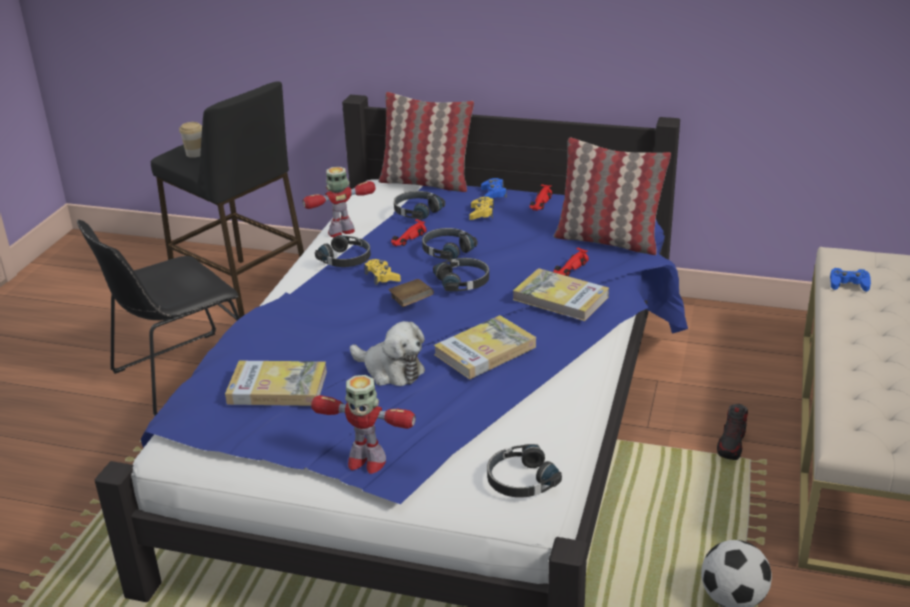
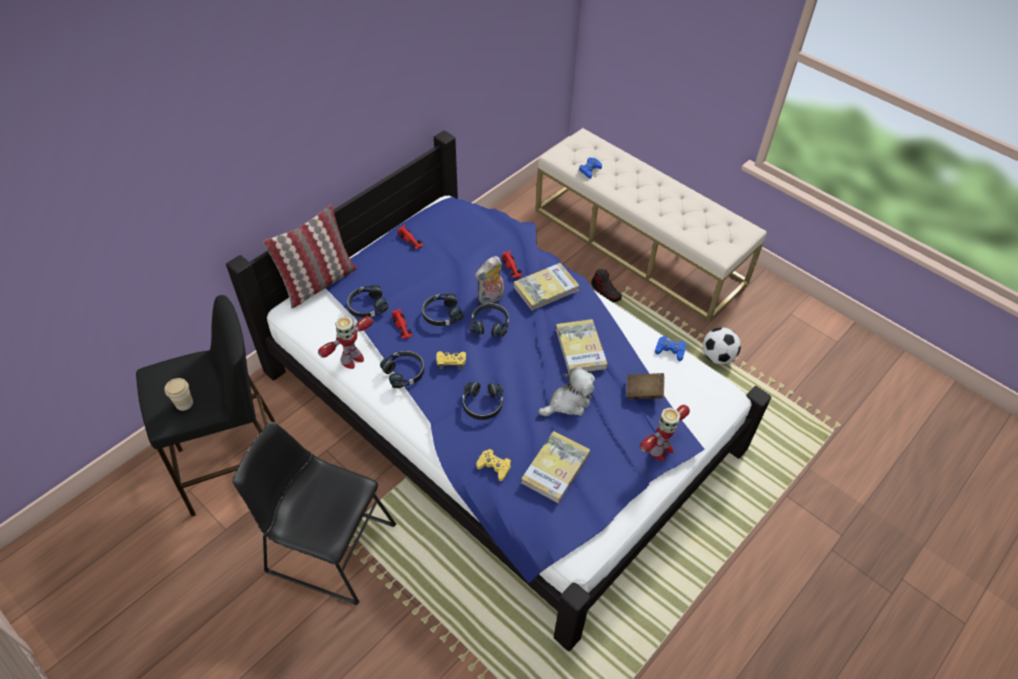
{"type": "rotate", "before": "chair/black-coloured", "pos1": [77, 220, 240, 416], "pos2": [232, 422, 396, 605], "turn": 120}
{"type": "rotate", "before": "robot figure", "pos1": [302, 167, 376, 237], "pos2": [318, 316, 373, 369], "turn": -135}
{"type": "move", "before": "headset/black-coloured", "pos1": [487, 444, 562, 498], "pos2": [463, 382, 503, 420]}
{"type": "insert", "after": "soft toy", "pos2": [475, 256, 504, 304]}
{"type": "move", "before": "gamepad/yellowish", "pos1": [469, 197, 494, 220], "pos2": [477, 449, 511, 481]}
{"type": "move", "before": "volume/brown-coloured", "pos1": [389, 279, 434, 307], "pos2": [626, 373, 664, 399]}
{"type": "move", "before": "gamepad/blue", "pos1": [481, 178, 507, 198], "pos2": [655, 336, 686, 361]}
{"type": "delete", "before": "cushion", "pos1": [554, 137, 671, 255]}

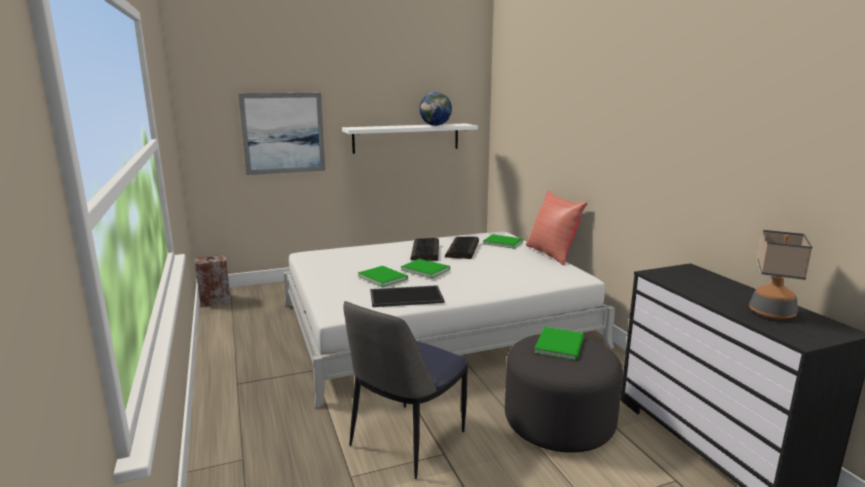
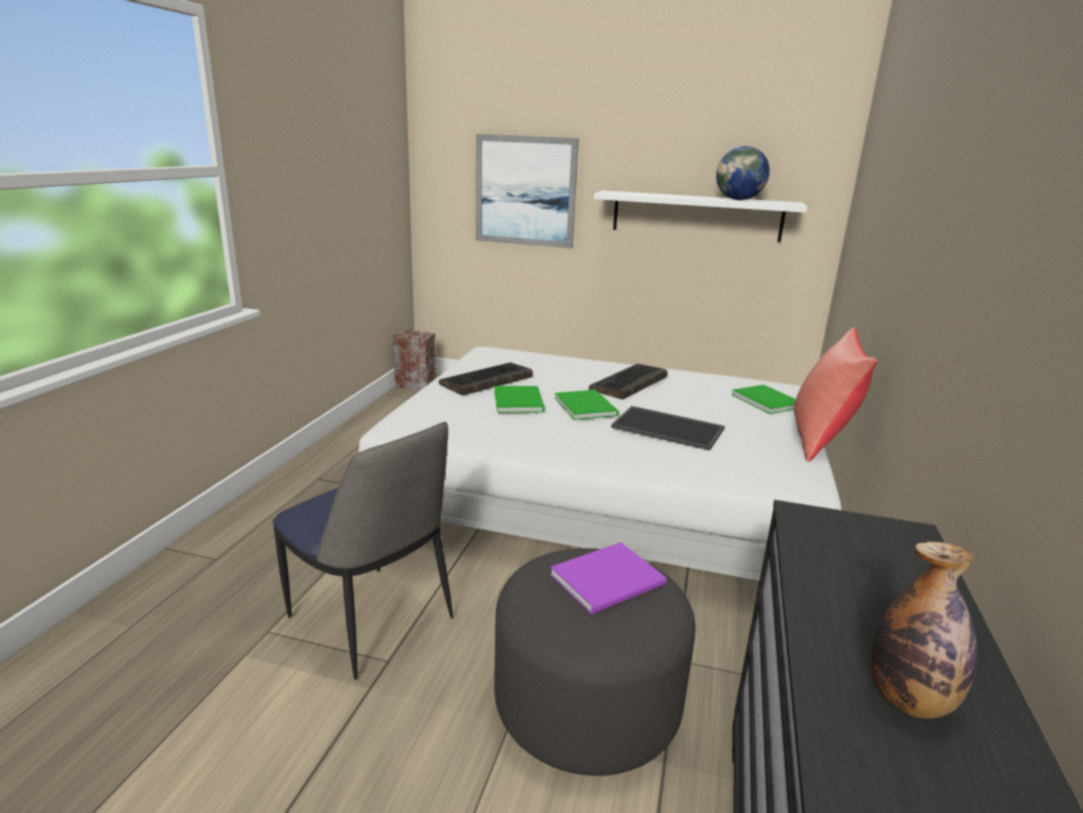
{"type": "rotate", "before": "chair", "pos1": [343, 301, 468, 479], "pos2": [272, 422, 453, 680], "turn": -120}
{"type": "move", "before": "keyboard", "pos1": [445, 237, 479, 259], "pos2": [439, 362, 533, 396]}
{"type": "recolor", "before": "volume/green", "after": "volume/purple", "pos1": [534, 327, 584, 361], "pos2": [550, 542, 666, 614]}
{"type": "move", "before": "tray", "pos1": [370, 285, 444, 307], "pos2": [611, 406, 725, 451]}
{"type": "replace", "before": "lamp for a table", "after": "beverage bottle", "pos1": [749, 230, 812, 319], "pos2": [872, 541, 977, 719]}

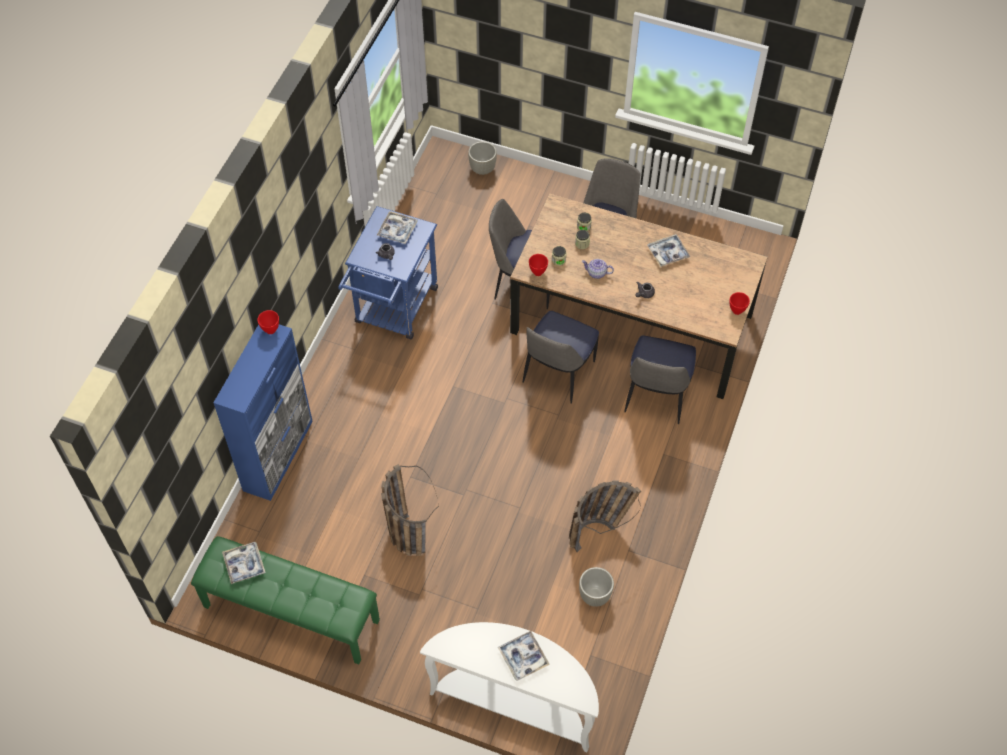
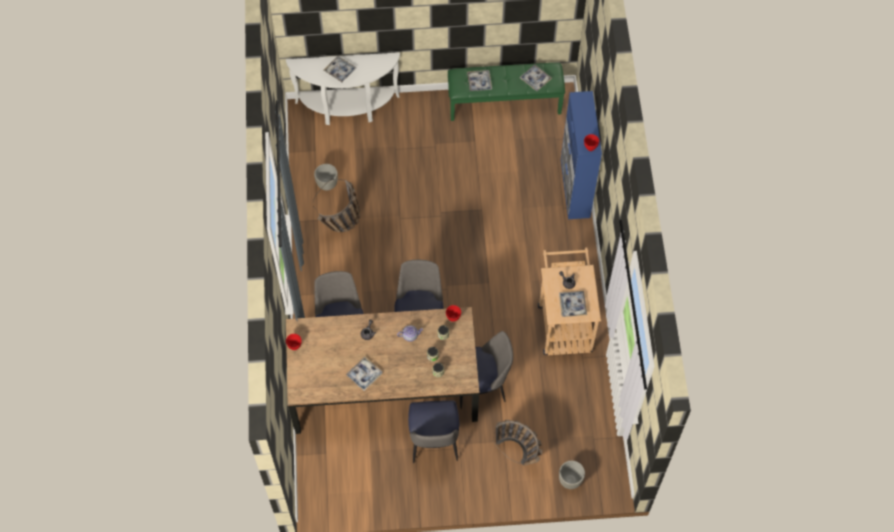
{"type": "insert", "after": "tray", "pos2": [467, 70, 492, 91]}
{"type": "move", "before": "storage basket", "pos1": [381, 464, 439, 556], "pos2": [493, 420, 542, 466]}
{"type": "recolor", "before": "wheeled cart/blue", "after": "wheeled cart/sand-coloured", "pos1": [338, 206, 438, 340], "pos2": [538, 247, 601, 355]}

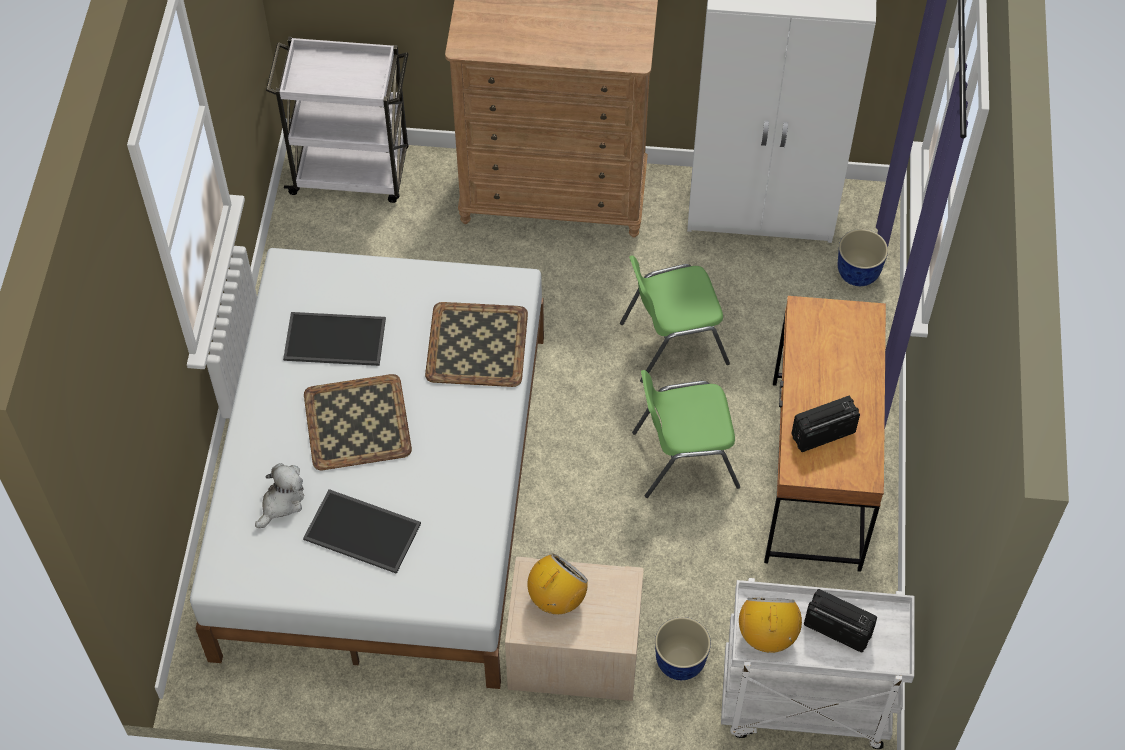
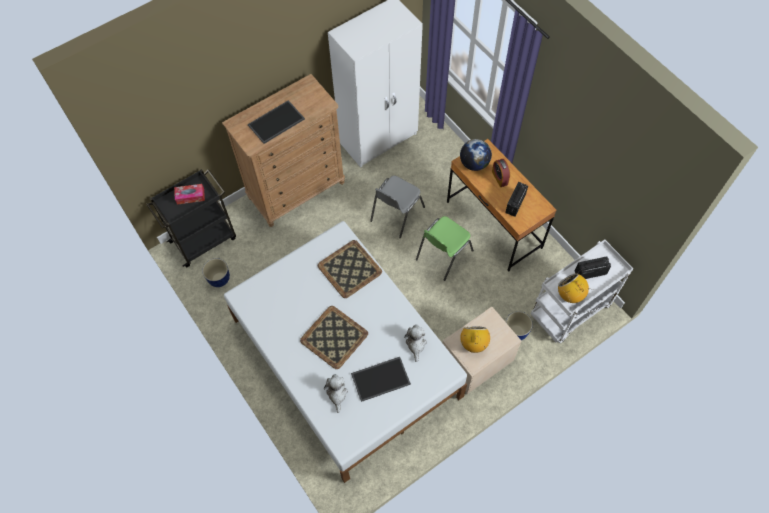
{"type": "recolor", "before": "wheeled cart/white", "after": "wheeled cart/black-coloured", "pos1": [266, 37, 409, 203], "pos2": [146, 169, 236, 267]}
{"type": "insert", "after": "box of tissues", "pos2": [174, 184, 205, 205]}
{"type": "move", "before": "plant pot", "pos1": [838, 229, 888, 286], "pos2": [202, 259, 230, 287]}
{"type": "move", "before": "tray", "pos1": [283, 312, 386, 366], "pos2": [248, 100, 305, 144]}
{"type": "recolor", "before": "chair/green", "after": "chair/grey", "pos1": [620, 255, 730, 383], "pos2": [370, 176, 425, 238]}
{"type": "insert", "after": "soft toy", "pos2": [404, 325, 427, 362]}
{"type": "insert", "after": "world globe", "pos2": [460, 139, 492, 171]}
{"type": "insert", "after": "alarm clock", "pos2": [492, 159, 510, 187]}

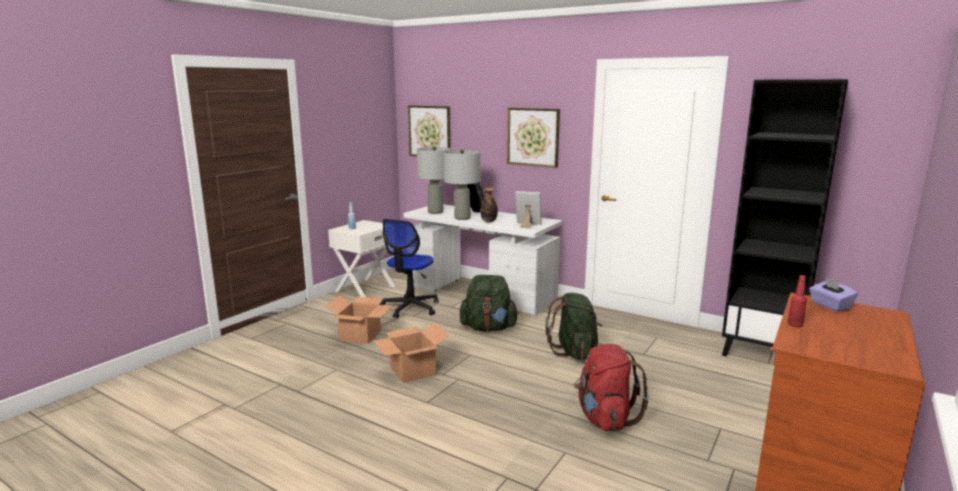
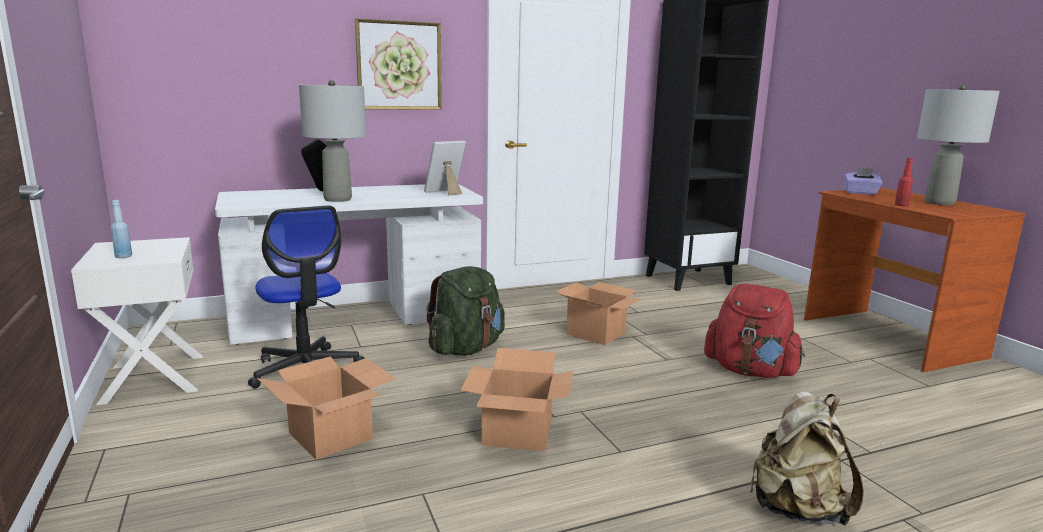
{"type": "replace", "before": "knapsack/green", "after": "carton", "pos1": [546, 293, 603, 360], "pos2": [556, 282, 641, 345]}
{"type": "insert", "after": "knapsack/sand-coloured", "pos2": [749, 391, 864, 525]}
{"type": "move", "before": "lamp for a table/grey", "pos1": [417, 146, 452, 214], "pos2": [917, 85, 1000, 205]}
{"type": "delete", "before": "wall art", "pos1": [408, 105, 451, 157]}
{"type": "delete", "before": "beverage bottle", "pos1": [480, 188, 498, 222]}

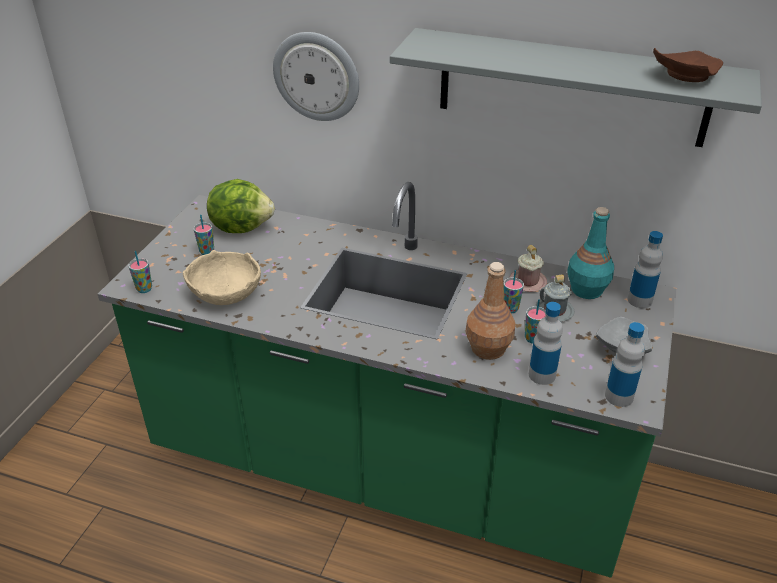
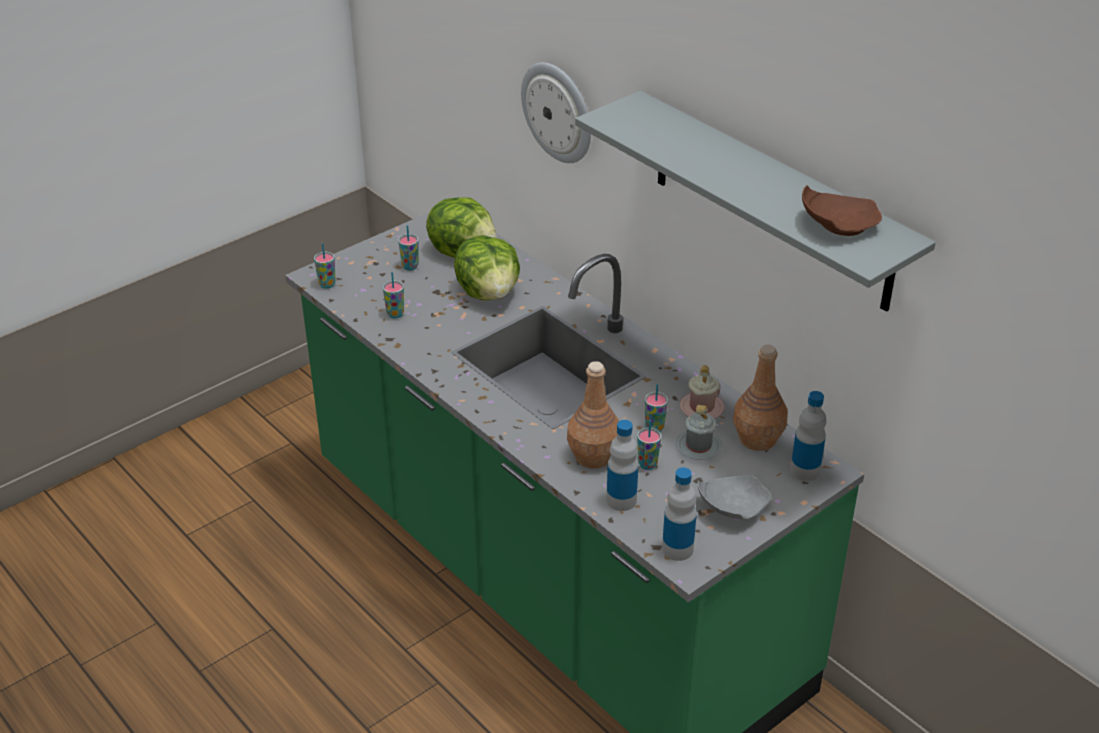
{"type": "replace", "before": "deep dish/sand-coloured", "after": "cup", "pos1": [183, 250, 261, 305], "pos2": [383, 272, 404, 318]}
{"type": "insert", "after": "lettuce head", "pos2": [454, 235, 520, 300]}
{"type": "recolor", "before": "beverage bottle/turquoise", "after": "beverage bottle/brown-coloured", "pos1": [567, 207, 614, 299], "pos2": [733, 345, 788, 451]}

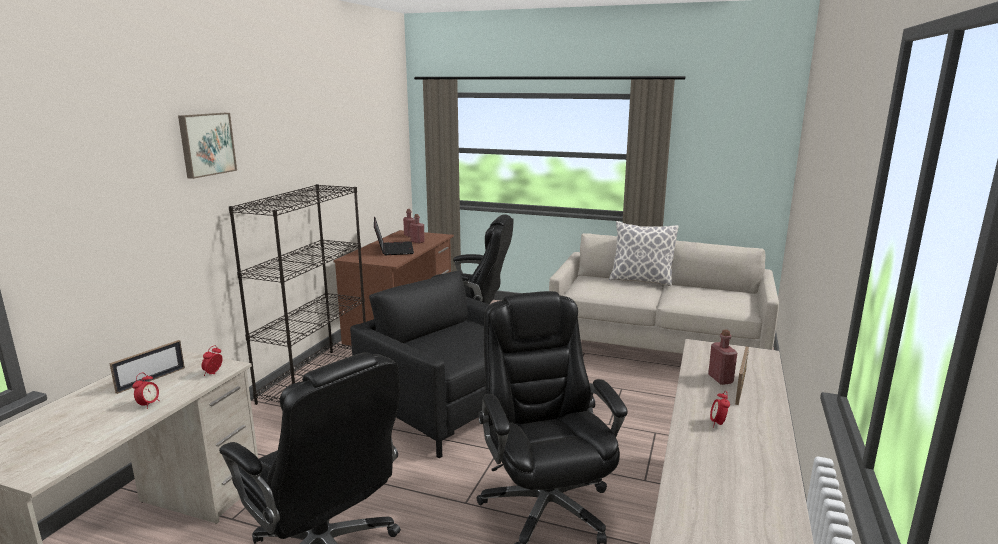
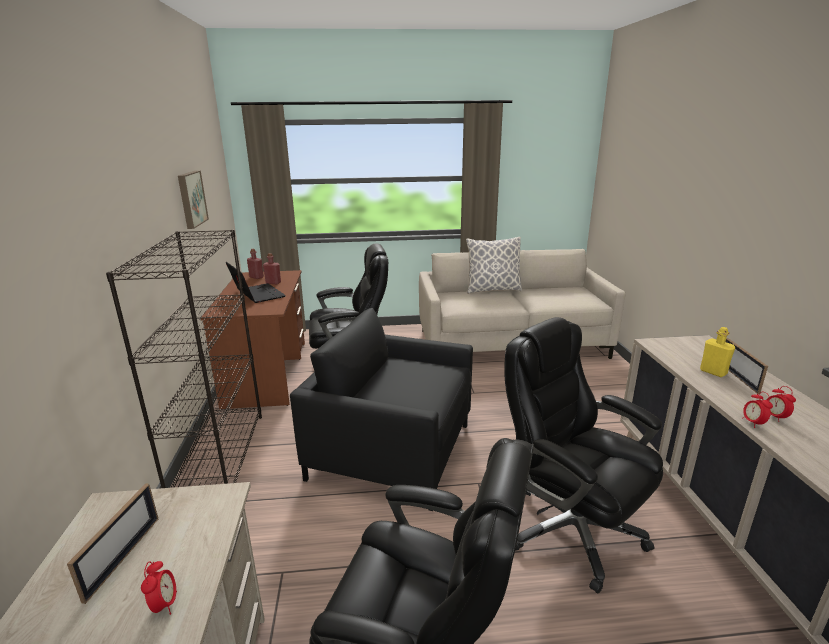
{"type": "move", "before": "wall art", "pos1": [178, 113, 237, 179], "pos2": [178, 171, 209, 229]}
{"type": "recolor", "before": "beverage bottle/reddish", "after": "beverage bottle/yellowish", "pos1": [708, 330, 738, 385], "pos2": [700, 327, 735, 377]}
{"type": "move", "before": "alarm clock", "pos1": [201, 345, 223, 376], "pos2": [742, 392, 773, 428]}

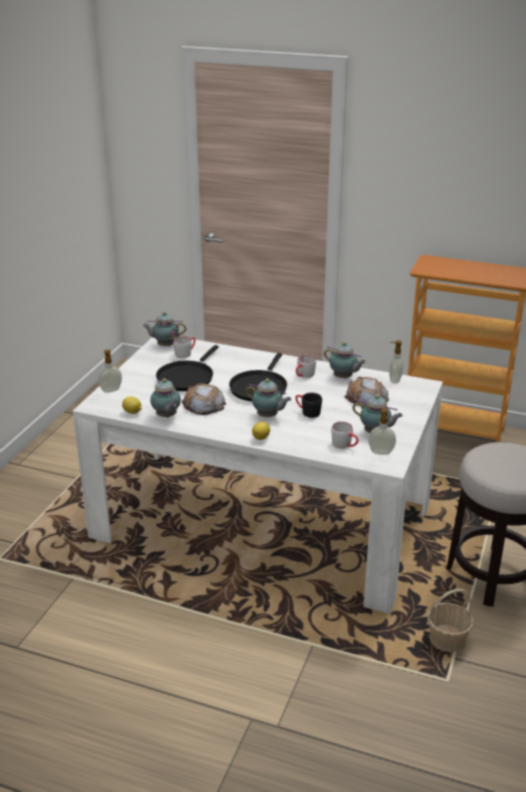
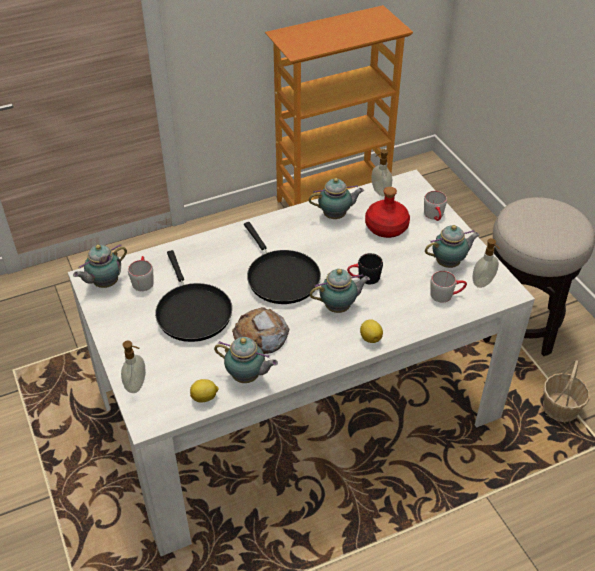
{"type": "replace", "before": "bakery bread", "after": "beverage bottle/reddish", "pos1": [344, 377, 389, 406], "pos2": [365, 187, 410, 238]}
{"type": "move", "before": "coffee mug/grey", "pos1": [296, 355, 316, 378], "pos2": [424, 191, 447, 221]}

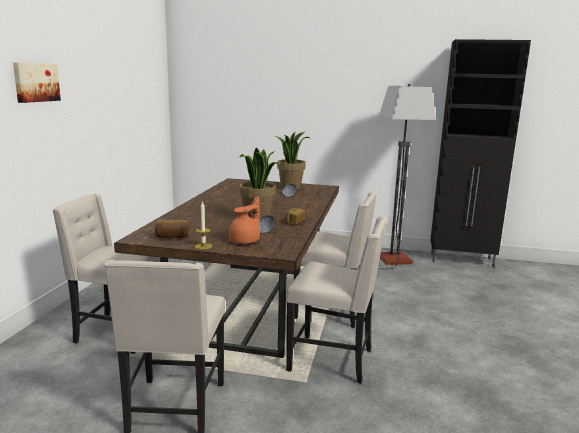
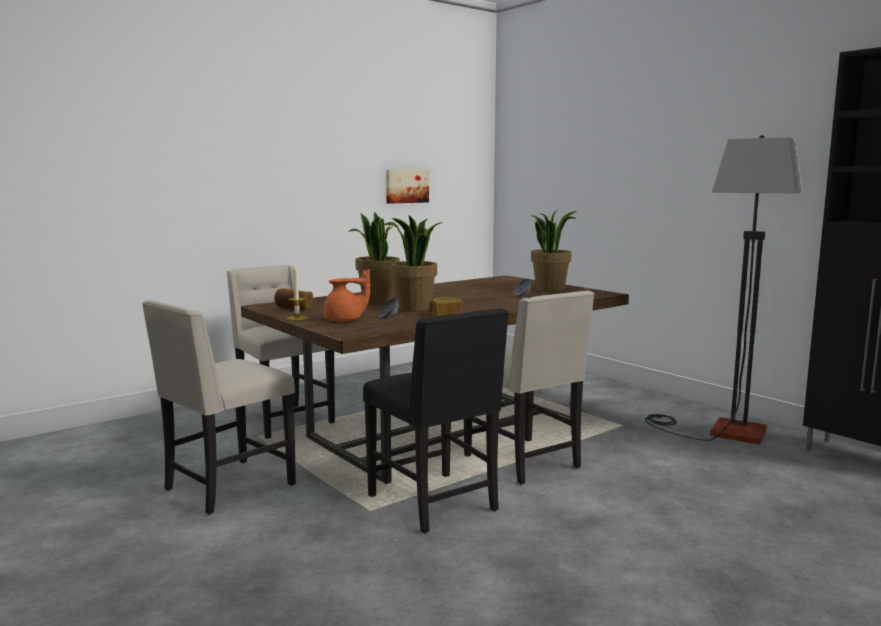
{"type": "insert", "after": "houseplant", "pos2": [349, 212, 400, 303]}
{"type": "recolor", "before": "chair/sand-coloured", "after": "chair/black-coloured", "pos1": [286, 216, 388, 383], "pos2": [363, 309, 509, 533]}
{"type": "move", "before": "wall art", "pos1": [13, 63, 61, 103], "pos2": [386, 170, 429, 204]}

